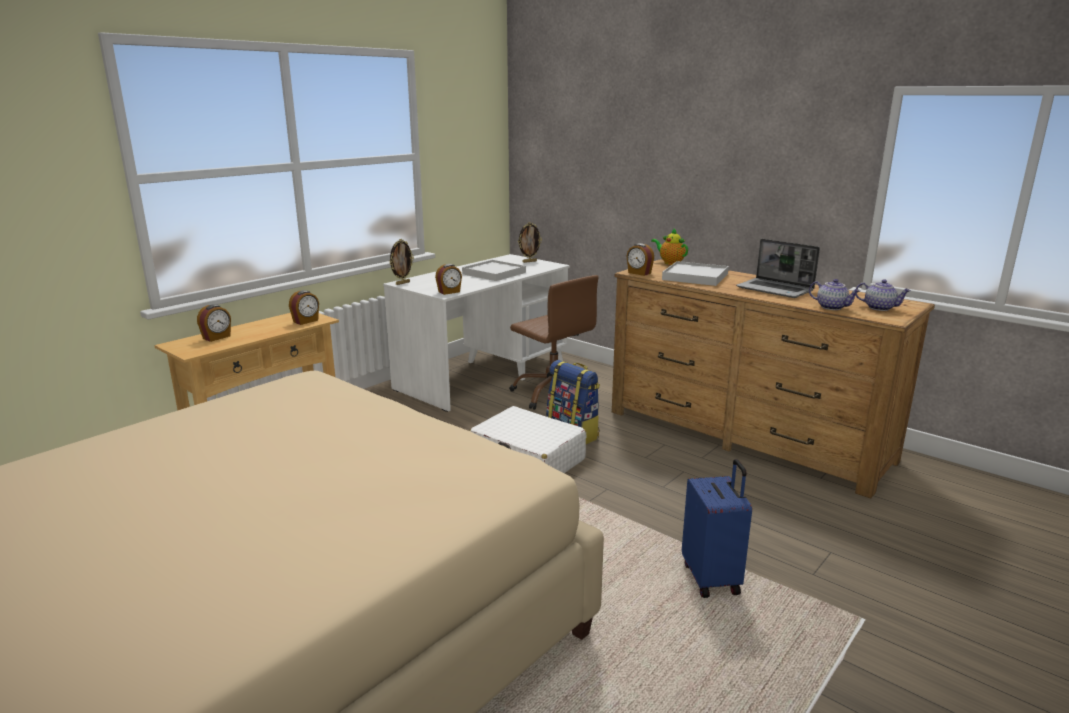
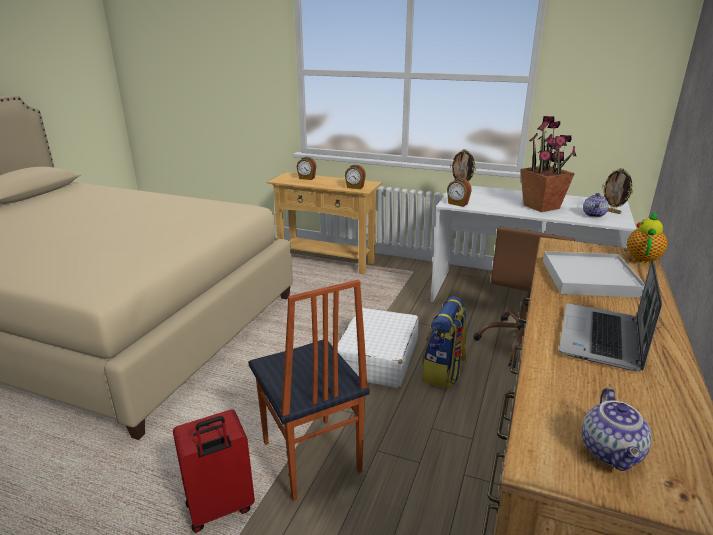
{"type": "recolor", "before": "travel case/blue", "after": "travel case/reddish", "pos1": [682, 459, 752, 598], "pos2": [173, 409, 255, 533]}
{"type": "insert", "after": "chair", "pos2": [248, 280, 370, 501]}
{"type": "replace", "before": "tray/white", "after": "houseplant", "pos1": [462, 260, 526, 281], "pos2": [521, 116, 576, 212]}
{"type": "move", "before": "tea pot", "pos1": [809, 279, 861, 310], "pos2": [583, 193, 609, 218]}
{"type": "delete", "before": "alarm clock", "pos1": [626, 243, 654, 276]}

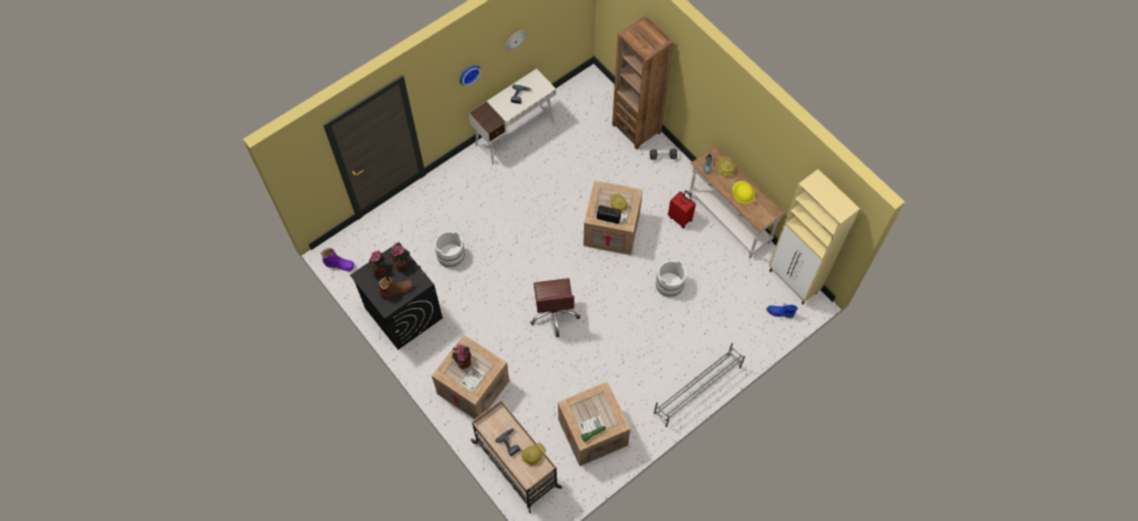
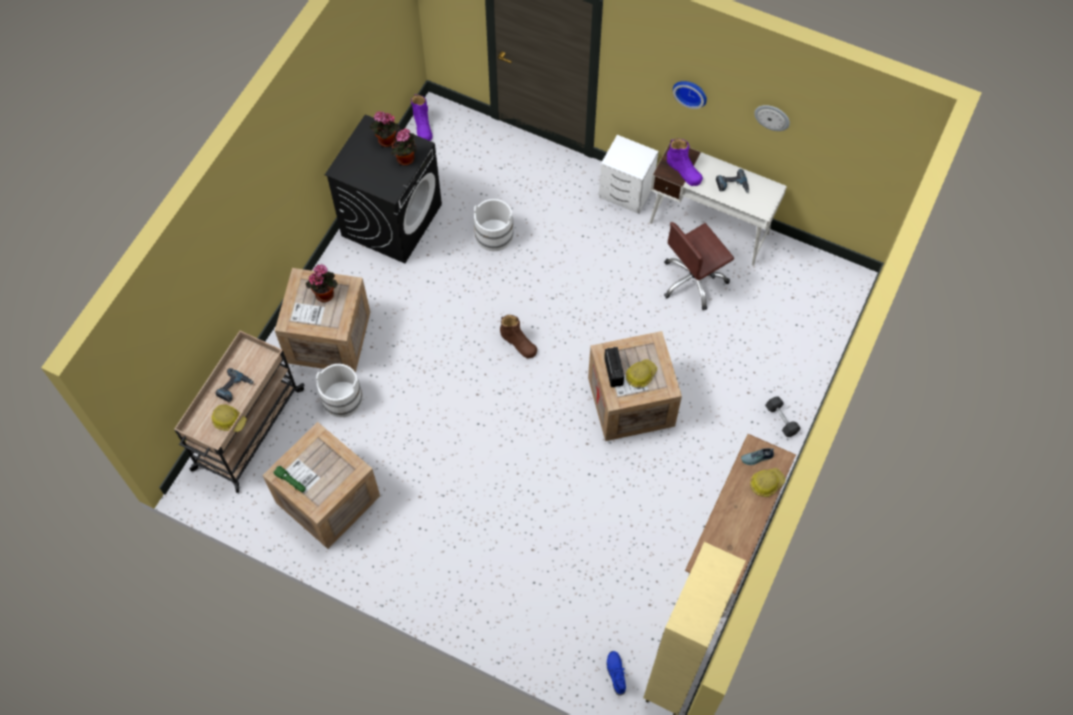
{"type": "move", "before": "bucket/white", "pos1": [656, 260, 686, 298], "pos2": [316, 364, 362, 417]}
{"type": "move", "before": "high-top boot/brown-coloured", "pos1": [378, 276, 413, 299], "pos2": [500, 315, 537, 358]}
{"type": "insert", "after": "bedside table/white", "pos2": [599, 135, 659, 213]}
{"type": "move", "before": "office chair/brown-coloured", "pos1": [530, 278, 580, 337], "pos2": [664, 222, 734, 310]}
{"type": "insert", "after": "high-top boot/purple", "pos2": [667, 139, 703, 186]}
{"type": "delete", "before": "shelving unit/brown-coloured", "pos1": [612, 15, 673, 150]}
{"type": "delete", "before": "shoe shelf/grey", "pos1": [654, 343, 745, 427]}
{"type": "delete", "before": "travel case/reddish", "pos1": [668, 190, 696, 229]}
{"type": "delete", "before": "safety helmet/yellowish", "pos1": [733, 181, 755, 204]}

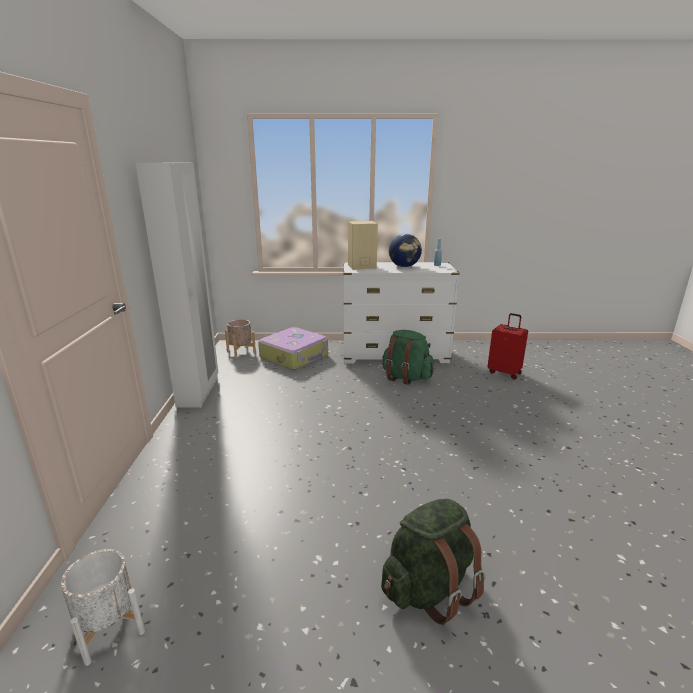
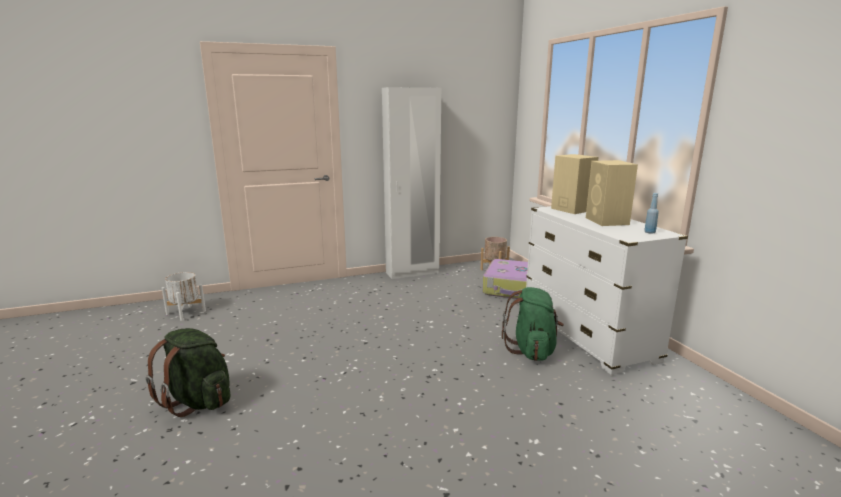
{"type": "replace", "before": "world globe", "after": "speaker/sand-coloured", "pos1": [389, 234, 422, 267], "pos2": [586, 160, 638, 226]}
{"type": "delete", "before": "travel case/reddish", "pos1": [488, 313, 528, 380]}

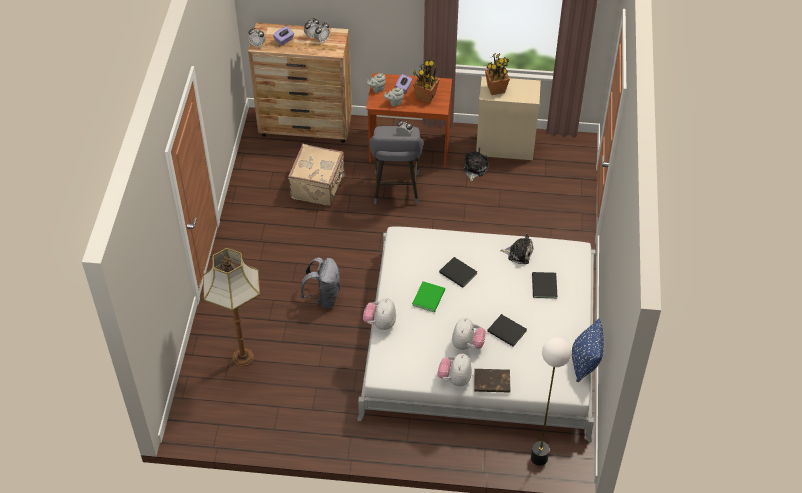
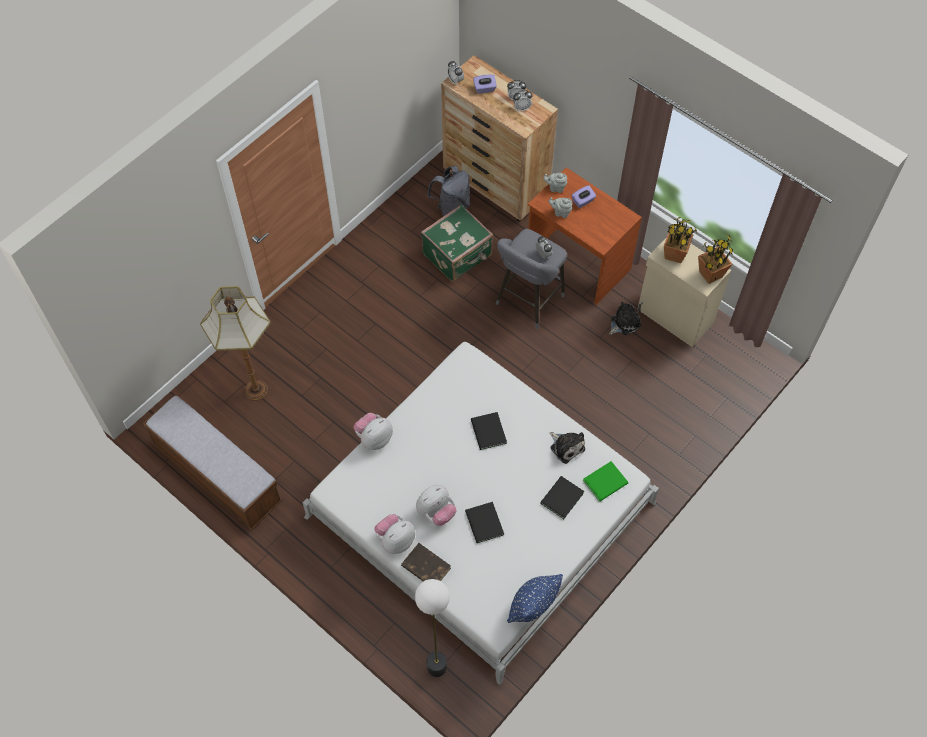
{"type": "insert", "after": "bench", "pos2": [142, 395, 282, 531]}
{"type": "recolor", "before": "travel case/sand-coloured", "after": "travel case/green", "pos1": [288, 144, 345, 206], "pos2": [421, 204, 493, 282]}
{"type": "move", "before": "knapsack/grey", "pos1": [300, 257, 340, 309], "pos2": [427, 166, 470, 216]}
{"type": "move", "before": "volume/green", "pos1": [412, 281, 445, 312], "pos2": [583, 461, 628, 502]}
{"type": "move", "before": "houseplant", "pos1": [413, 57, 440, 103], "pos2": [698, 235, 733, 284]}

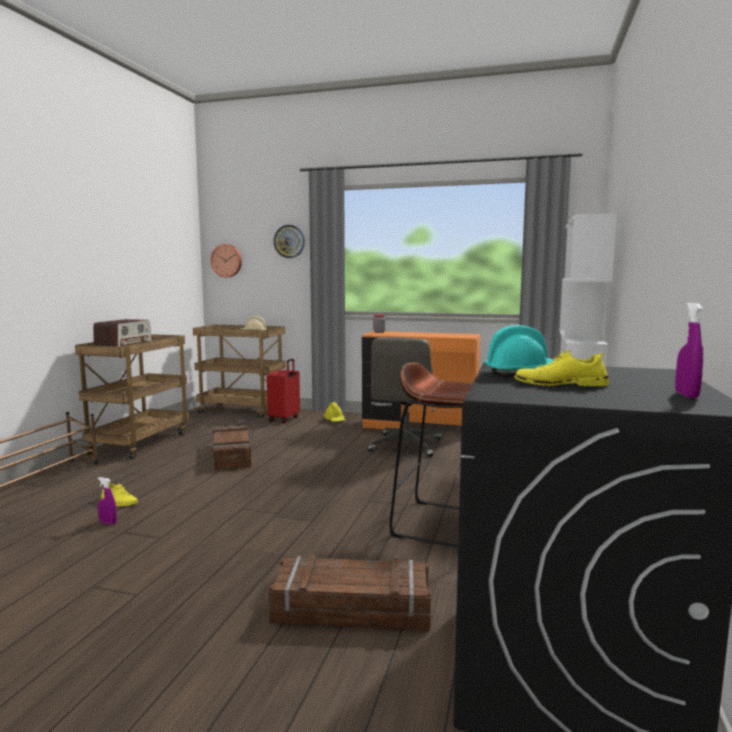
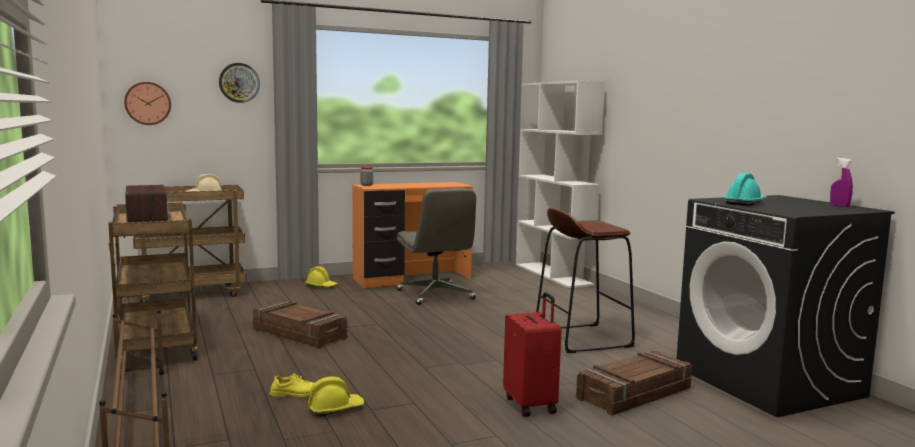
{"type": "replace", "before": "sprayer/purple", "after": "safety helmet/yellowish", "pos1": [98, 477, 117, 524], "pos2": [308, 376, 364, 417]}
{"type": "move", "before": "travel case/reddish", "pos1": [267, 359, 300, 423], "pos2": [503, 292, 561, 417]}
{"type": "delete", "before": "shoe/yellowish", "pos1": [515, 350, 609, 386]}

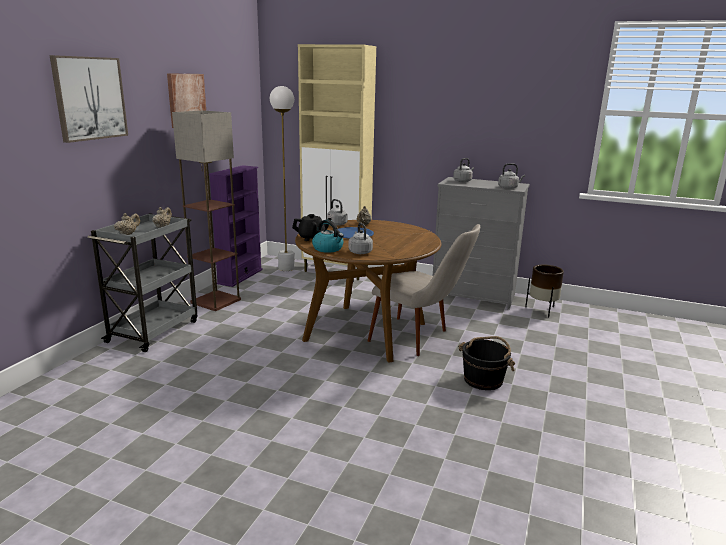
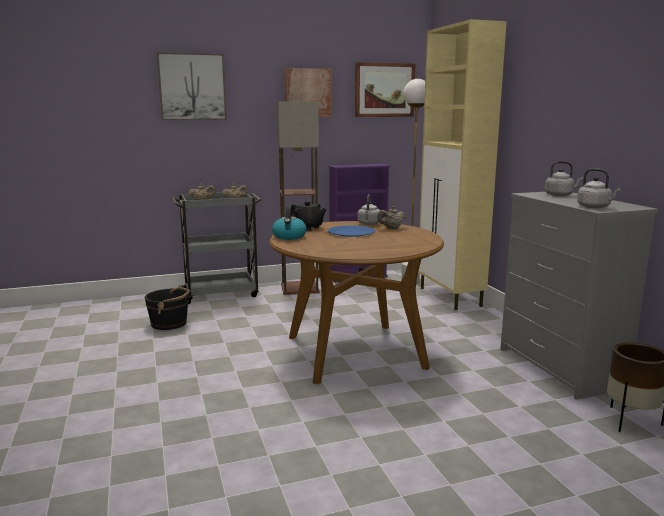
{"type": "move", "before": "bucket/black-coloured", "pos1": [458, 336, 515, 390], "pos2": [144, 287, 191, 330]}
{"type": "insert", "after": "wall art", "pos2": [355, 62, 415, 117]}
{"type": "delete", "before": "water kettle/grey", "pos1": [348, 223, 373, 254]}
{"type": "delete", "before": "chair/sand-coloured", "pos1": [368, 224, 480, 356]}

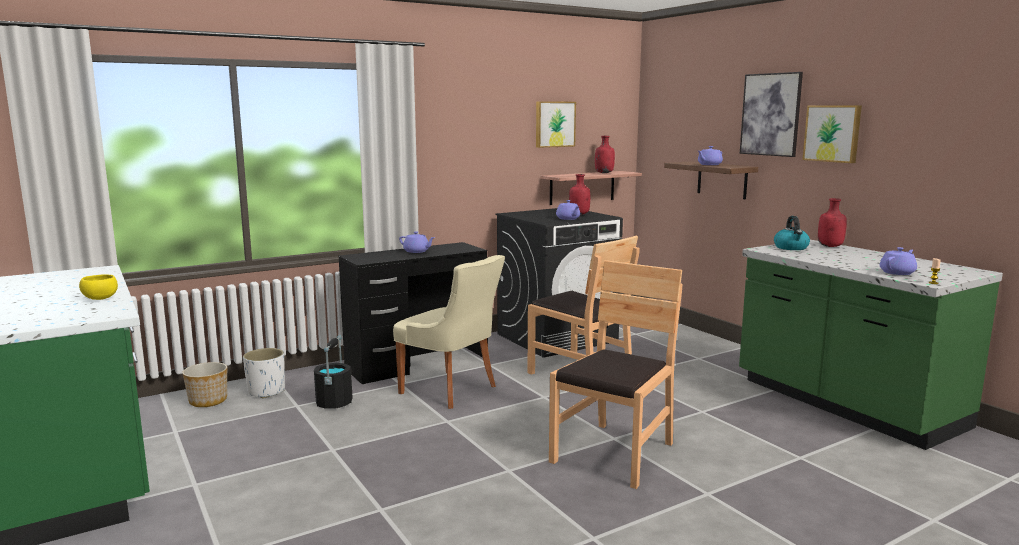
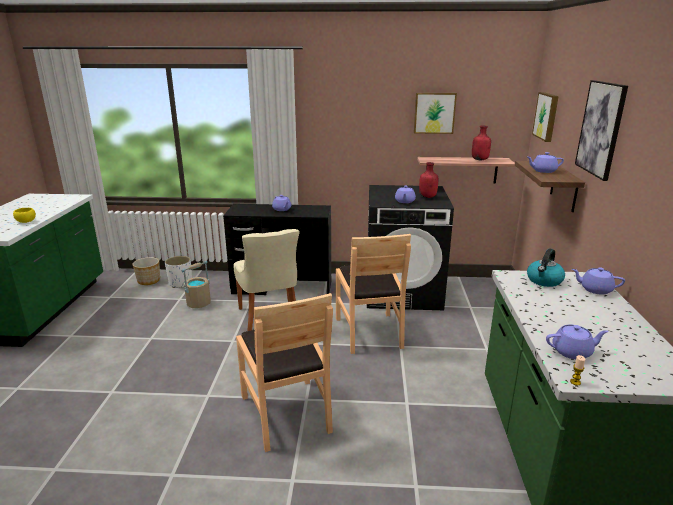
{"type": "recolor", "before": "bucket/black-coloured", "after": "bucket/sand-coloured", "pos1": [314, 335, 353, 409], "pos2": [182, 261, 211, 308]}
{"type": "rotate", "before": "chair/brown-coloured", "pos1": [549, 260, 682, 489], "pos2": [236, 293, 333, 452], "turn": 90}
{"type": "move", "before": "wall art", "pos1": [802, 105, 862, 163], "pos2": [532, 92, 559, 142]}
{"type": "replace", "before": "beverage bottle/reddish", "after": "tea pot/purple", "pos1": [818, 198, 847, 247], "pos2": [572, 267, 625, 295]}

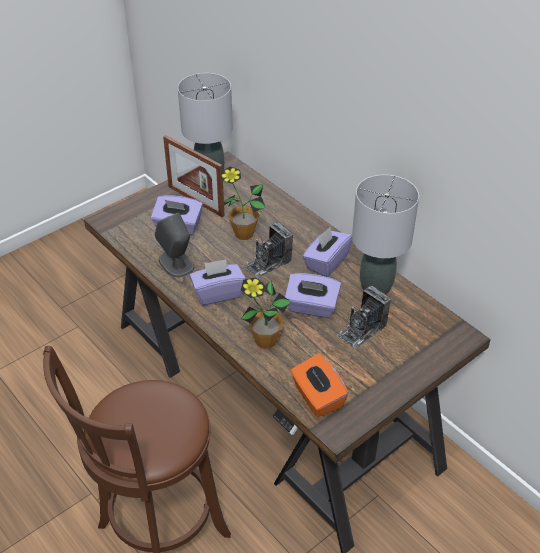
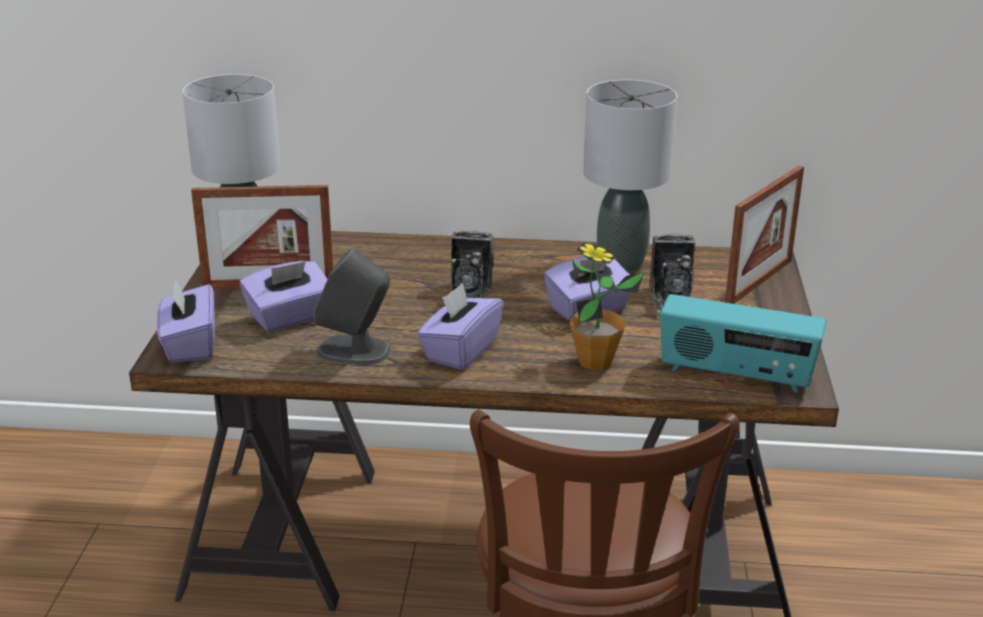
{"type": "move", "before": "box of tissues/purple", "pos1": [303, 227, 352, 277], "pos2": [157, 279, 215, 362]}
{"type": "replace", "before": "box of tissues/orange", "after": "radio set", "pos1": [291, 353, 349, 417], "pos2": [660, 294, 826, 393]}
{"type": "insert", "after": "picture frame", "pos2": [725, 166, 804, 304]}
{"type": "delete", "before": "houseplant", "pos1": [221, 167, 266, 240]}

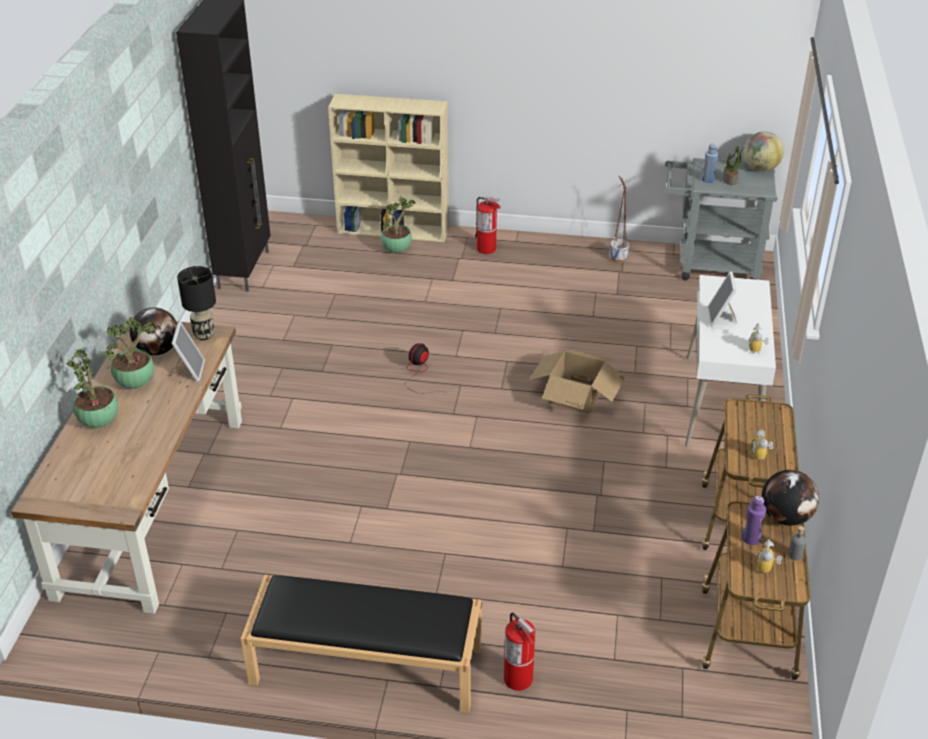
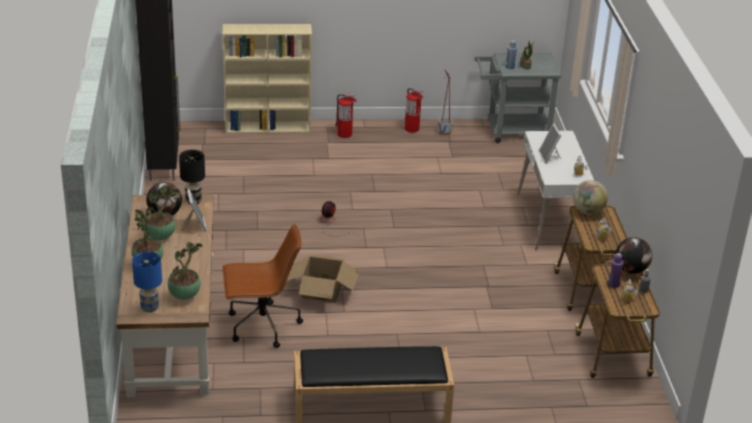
{"type": "insert", "after": "lamp for a table/blue", "pos2": [132, 251, 162, 312]}
{"type": "move", "before": "houseplant", "pos1": [381, 197, 415, 253], "pos2": [168, 242, 202, 300]}
{"type": "insert", "after": "office chair/brown-coloured", "pos2": [222, 224, 303, 348]}
{"type": "move", "before": "carton", "pos1": [529, 349, 626, 414], "pos2": [287, 255, 360, 303]}
{"type": "move", "before": "extinguisher", "pos1": [504, 613, 535, 691], "pos2": [405, 88, 423, 133]}
{"type": "move", "before": "world globe", "pos1": [743, 131, 784, 172], "pos2": [573, 180, 608, 215]}

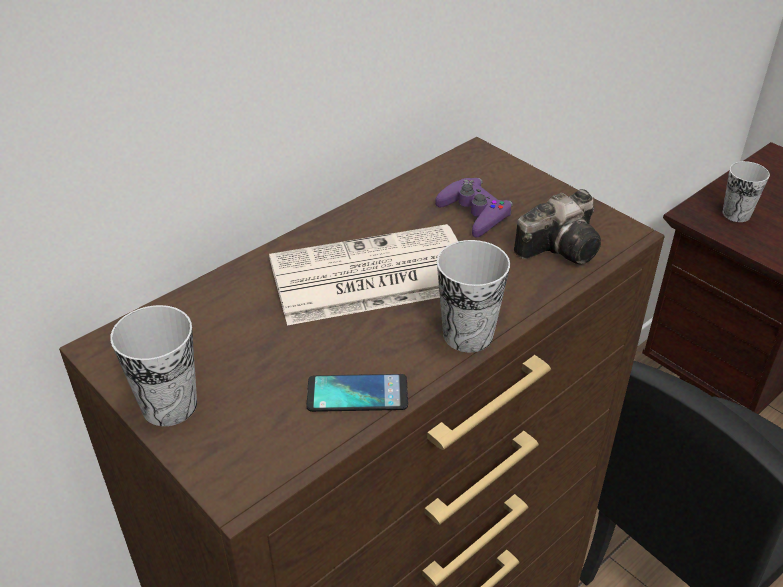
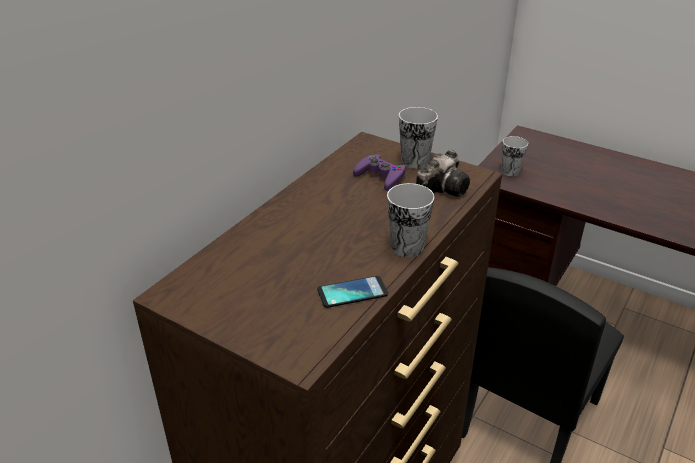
{"type": "move", "before": "cup", "pos1": [110, 305, 197, 426], "pos2": [399, 107, 438, 169]}
{"type": "delete", "before": "printed paper", "pos1": [269, 224, 458, 325]}

